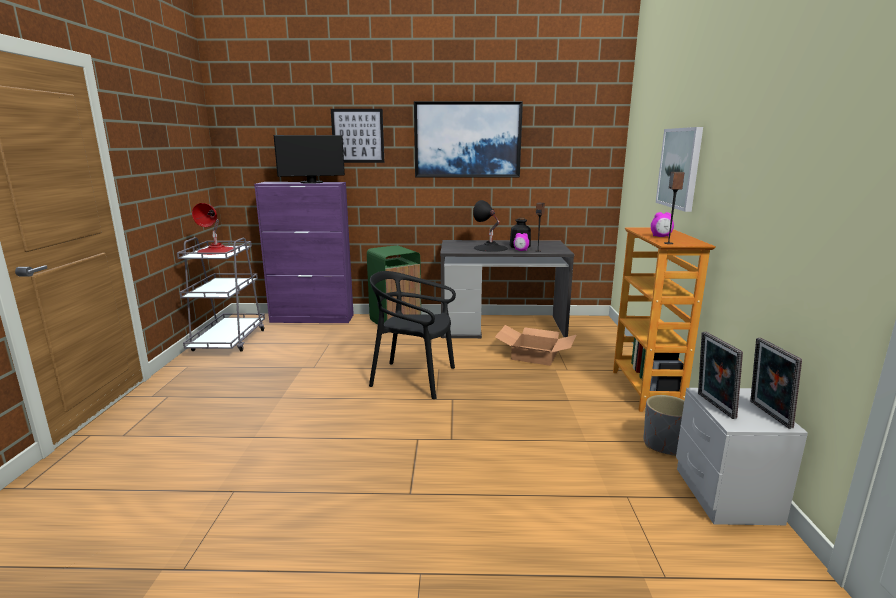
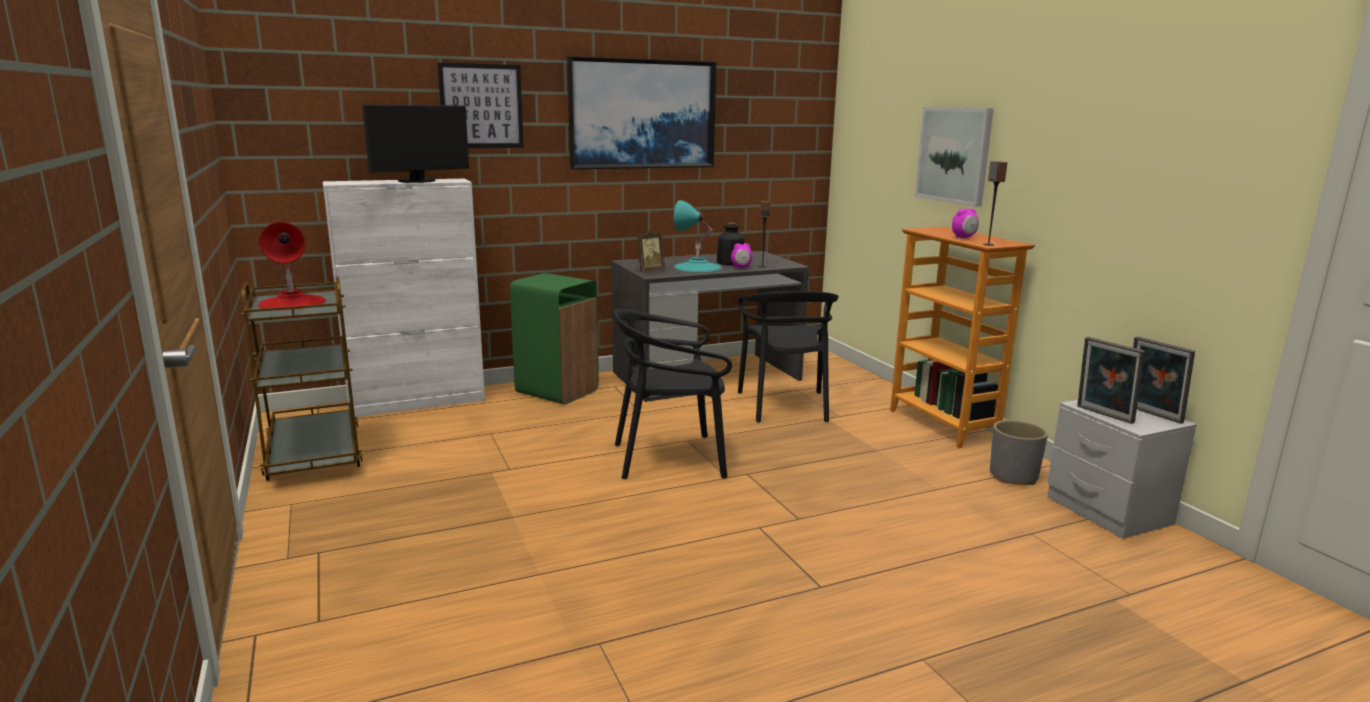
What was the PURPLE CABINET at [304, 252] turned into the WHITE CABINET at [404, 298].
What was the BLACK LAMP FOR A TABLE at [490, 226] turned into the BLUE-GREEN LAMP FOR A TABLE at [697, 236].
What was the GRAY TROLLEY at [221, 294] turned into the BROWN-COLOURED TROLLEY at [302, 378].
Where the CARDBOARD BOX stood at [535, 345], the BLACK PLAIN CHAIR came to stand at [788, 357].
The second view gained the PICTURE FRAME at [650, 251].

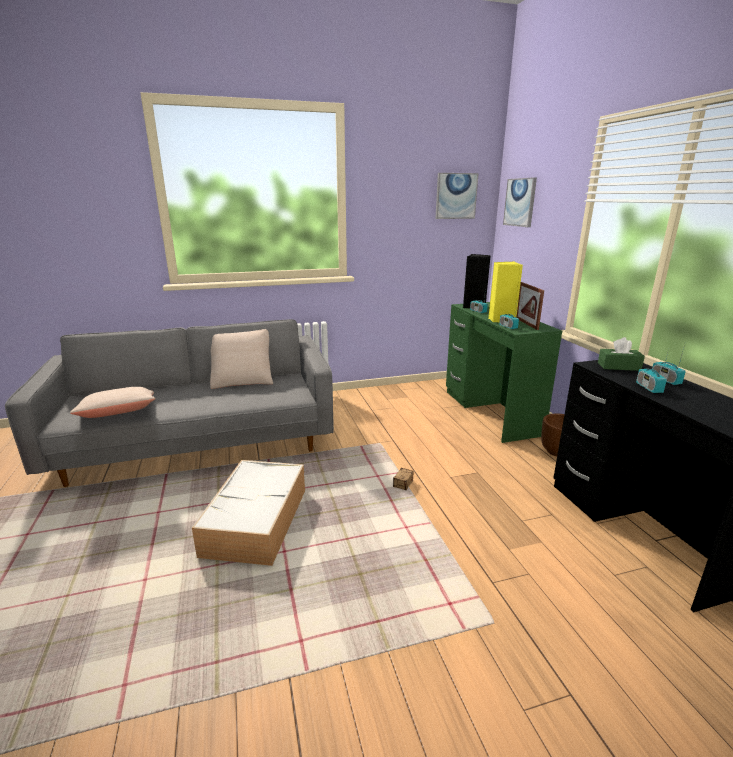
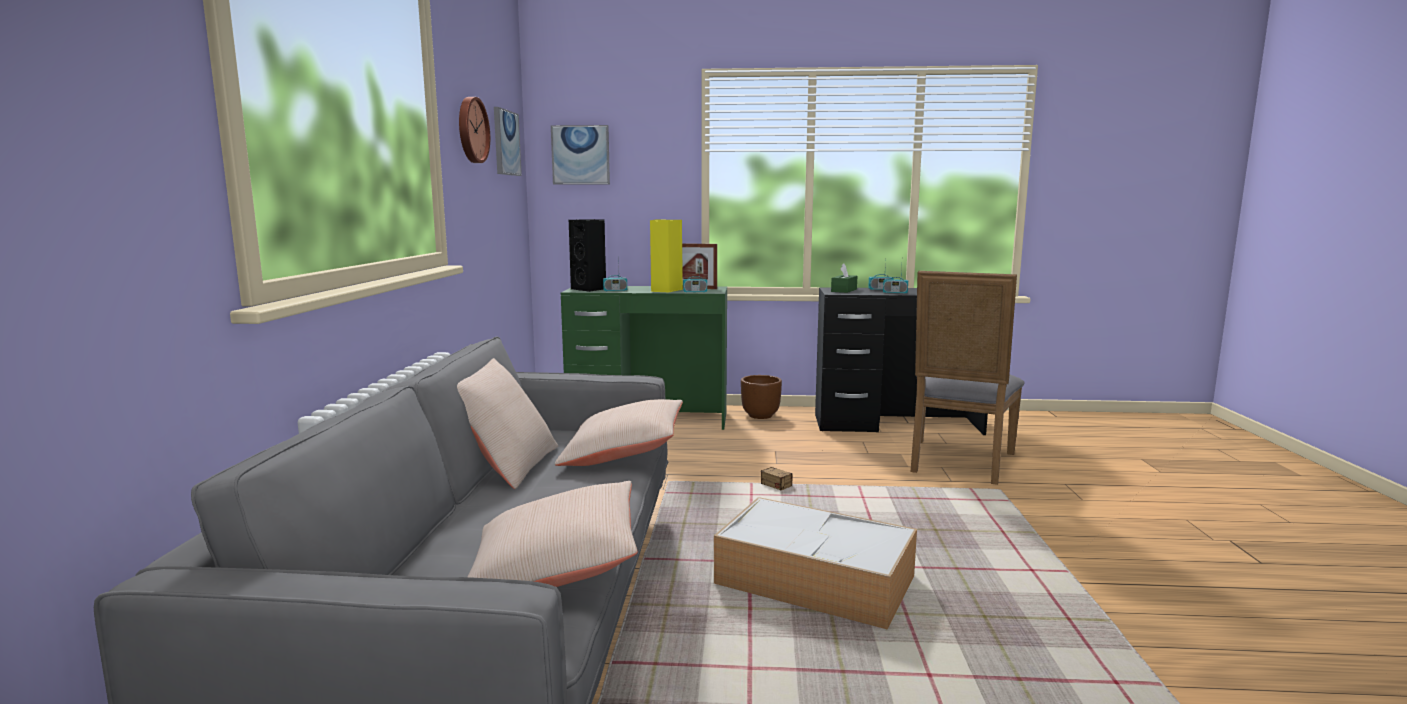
The second view gained the CLOCK ON THE WALL at [474, 130].
The second view gained the GRAY PLAIN CHAIR at [968, 378].
The second view gained the BEIGE CUSHION at [619, 432].

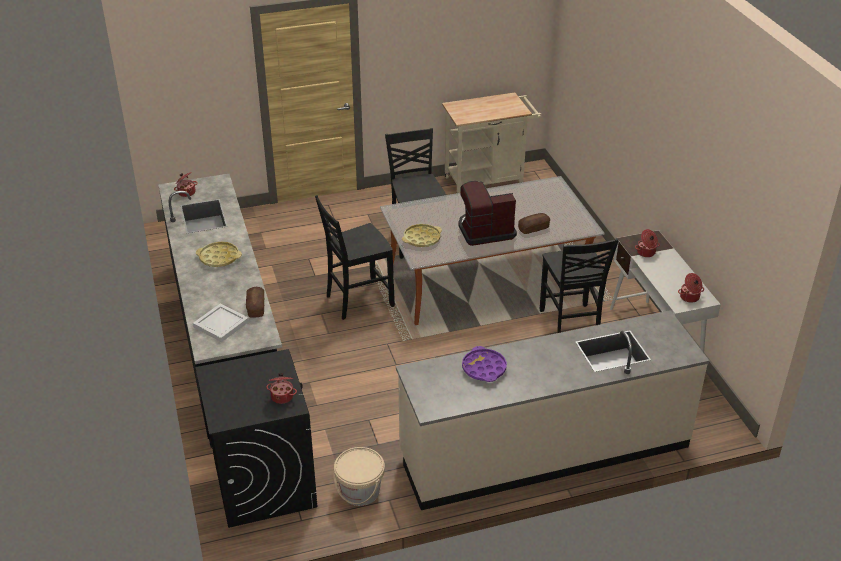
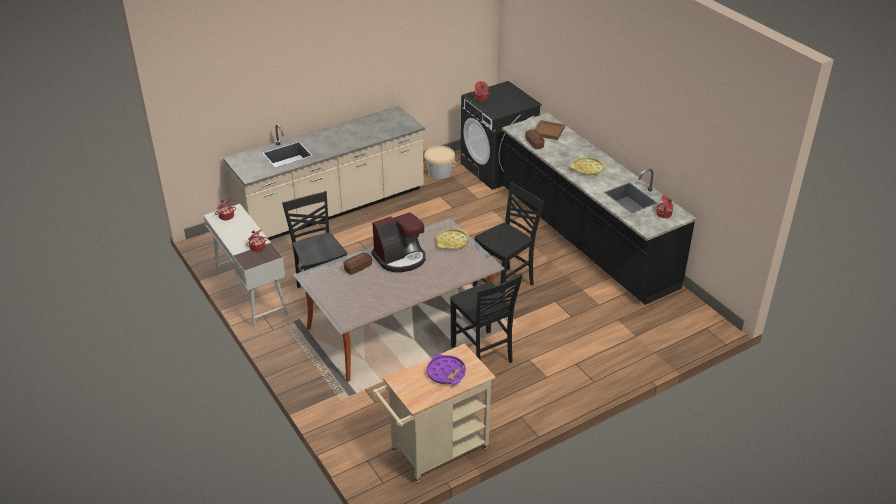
What was the WHITE CARRYING TRAY at [221, 322] turned into the BROWN-COLOURED CARRYING TRAY at [549, 130].
The PURPLE CARRYING TRAY ended up elsewhere, having gone from [484, 364] to [446, 369].

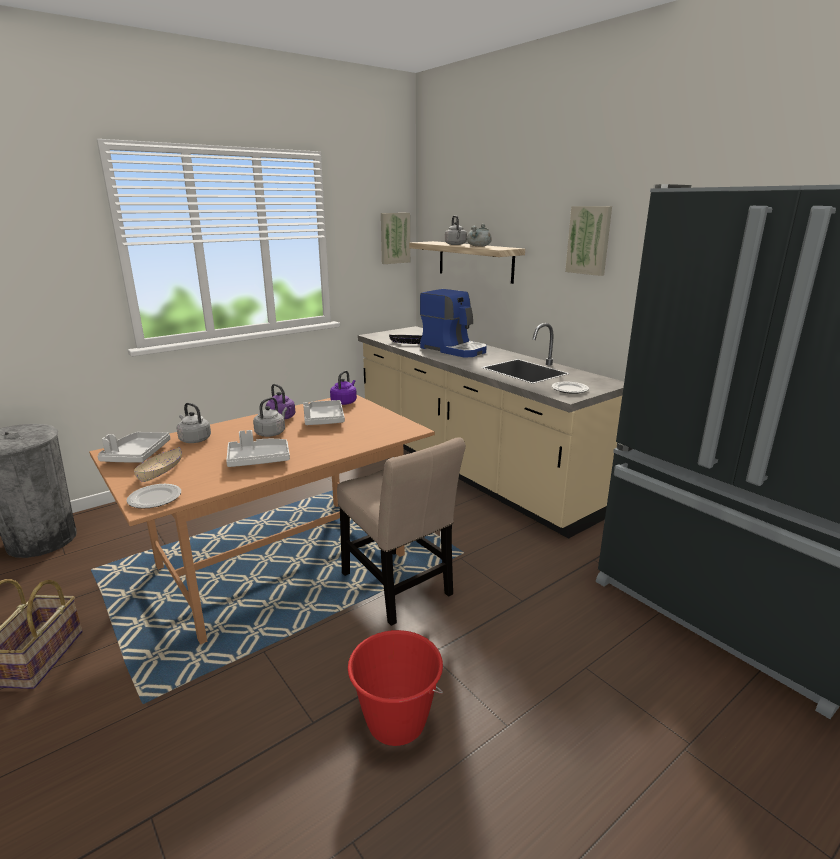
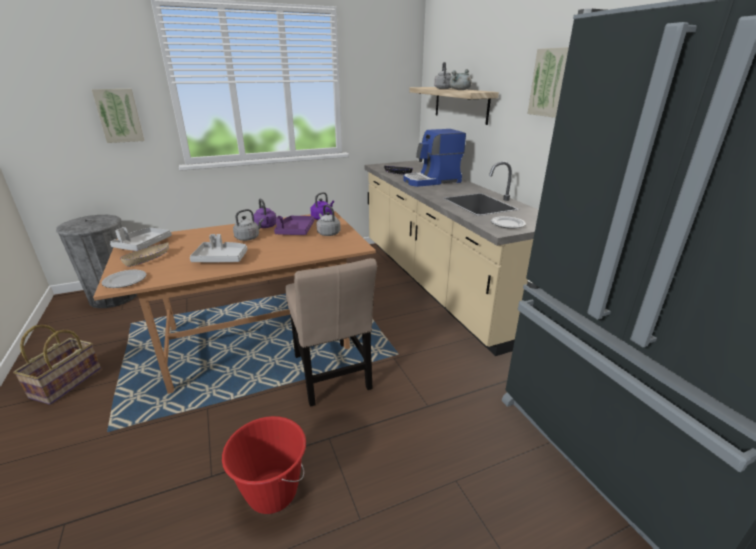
The WALL ART ended up elsewhere, having gone from [395, 238] to [118, 116].
The COFFEE MAKER at [453, 323] ended up facing another way, 105 degrees clockwise from before.
What was the GRAY CARRYING TRAY at [324, 412] turned into the PURPLE CARRYING TRAY at [294, 225].
The GRAY TEA KETTLE ended up elsewhere, having gone from [194, 423] to [328, 220].

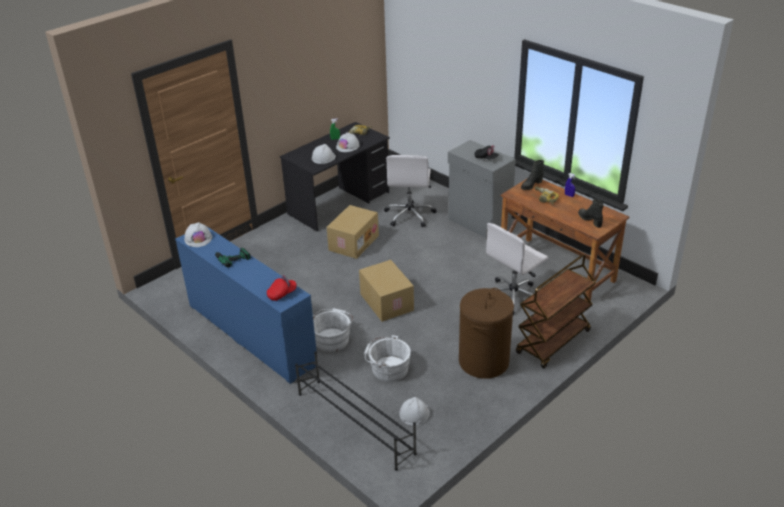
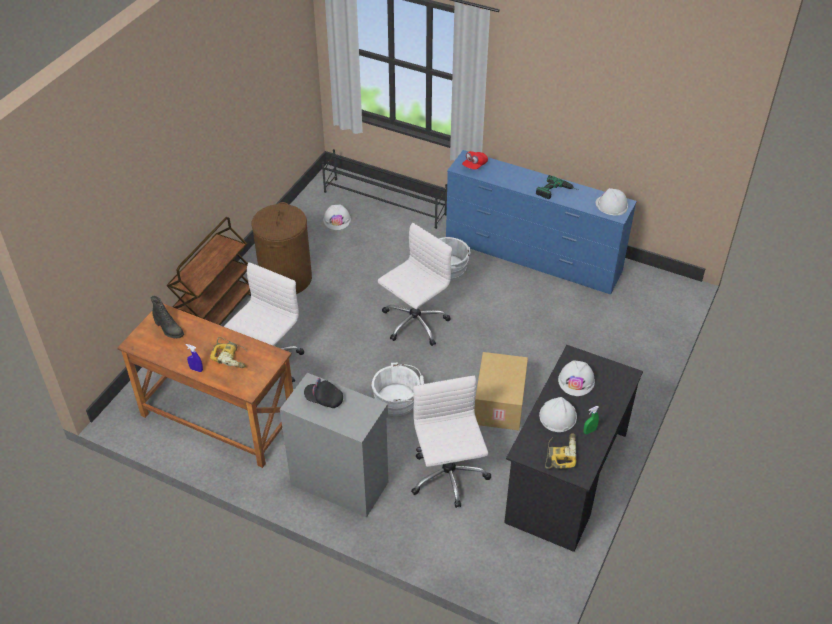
The second view lost the BLACK HIGH-TOP BOOT at [532, 175].
Where the CARDBOARD BOX stood at [386, 291], the WHITE COMPUTER CHAIR came to stand at [415, 284].
The WHITE WATER BUCKET ended up elsewhere, having gone from [387, 358] to [398, 389].

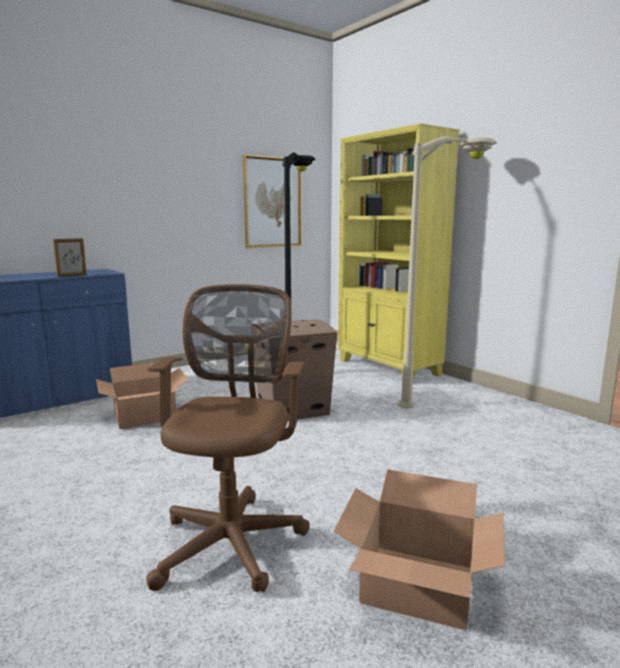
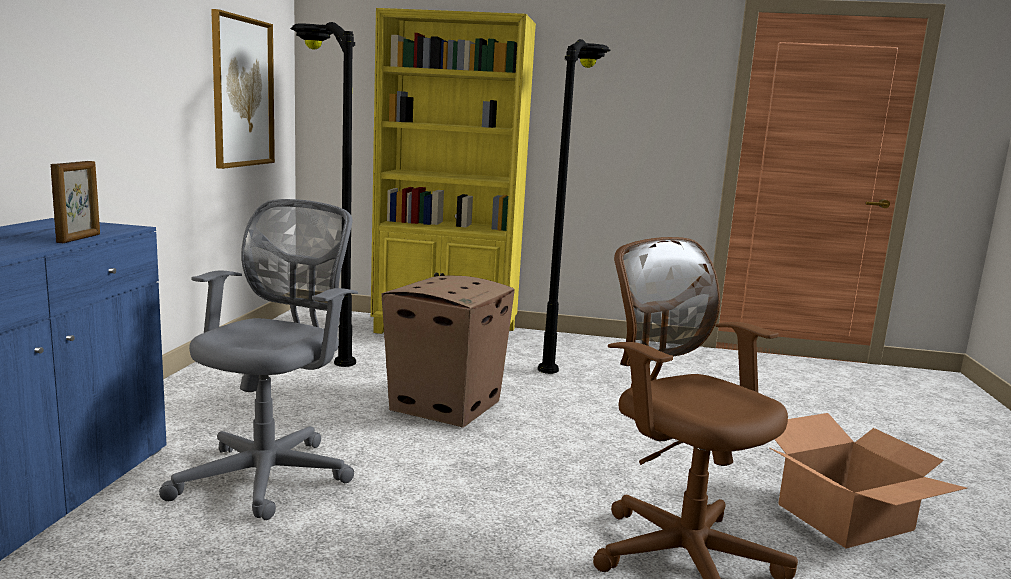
What was the BEIGE FLOOR LAMP at [447, 272] turned into the BLACK FLOOR LAMP at [574, 206].
Where the CARDBOARD BOX stood at [142, 396], the GRAY COMPUTER CHAIR came to stand at [258, 359].

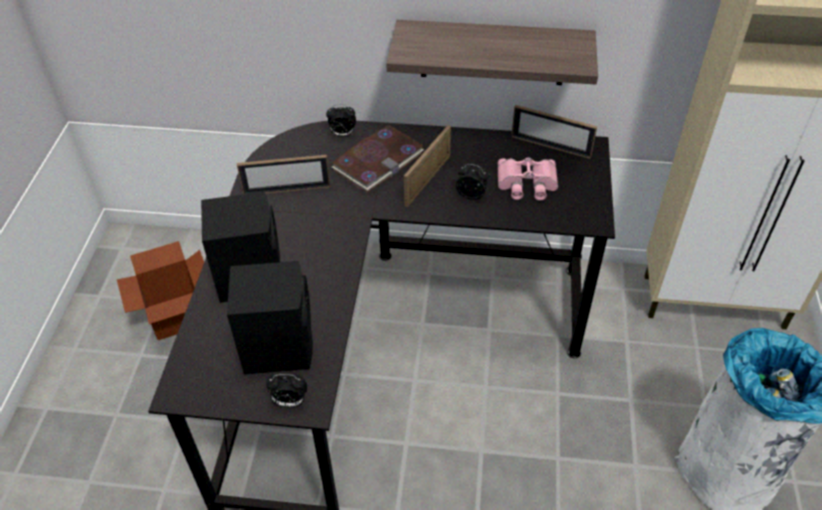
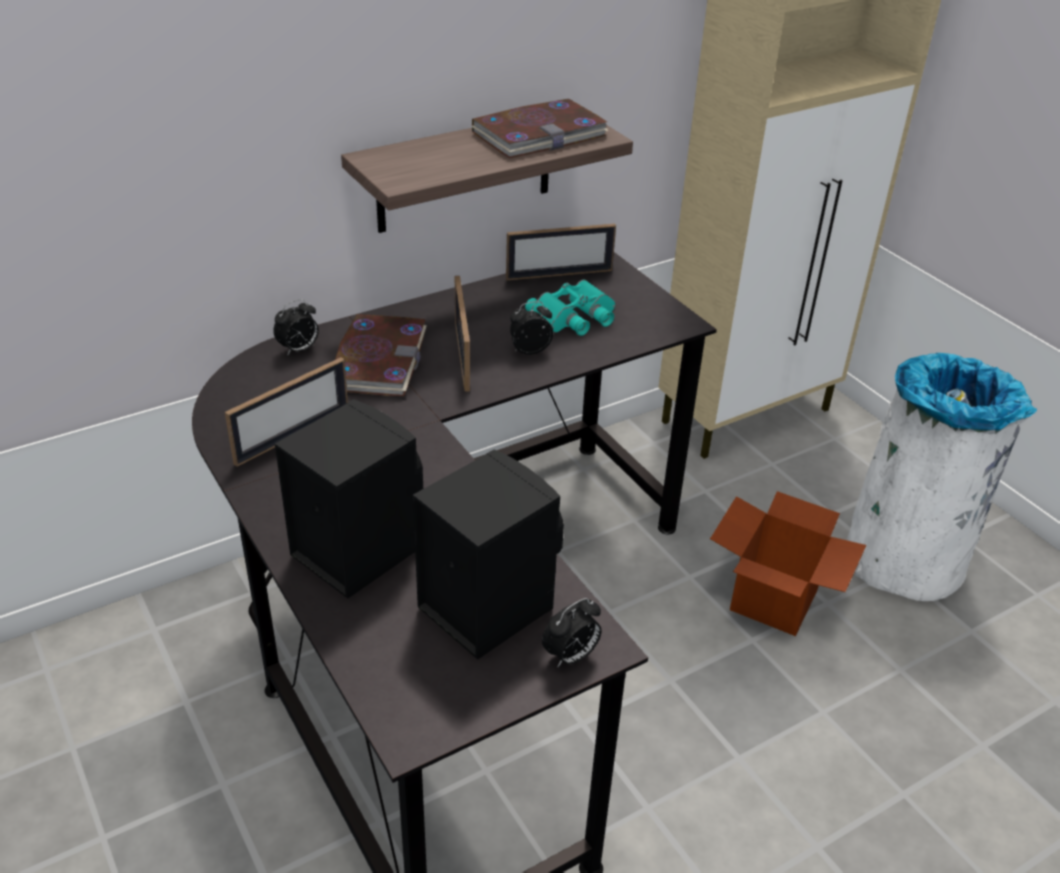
What was the PINKISH PAIR OF BINOCULARS at [527, 179] turned into the BLUE-GREEN PAIR OF BINOCULARS at [570, 307].
The CARDBOARD BOX ended up elsewhere, having gone from [160, 290] to [788, 563].
The second view gained the BOOK at [540, 128].

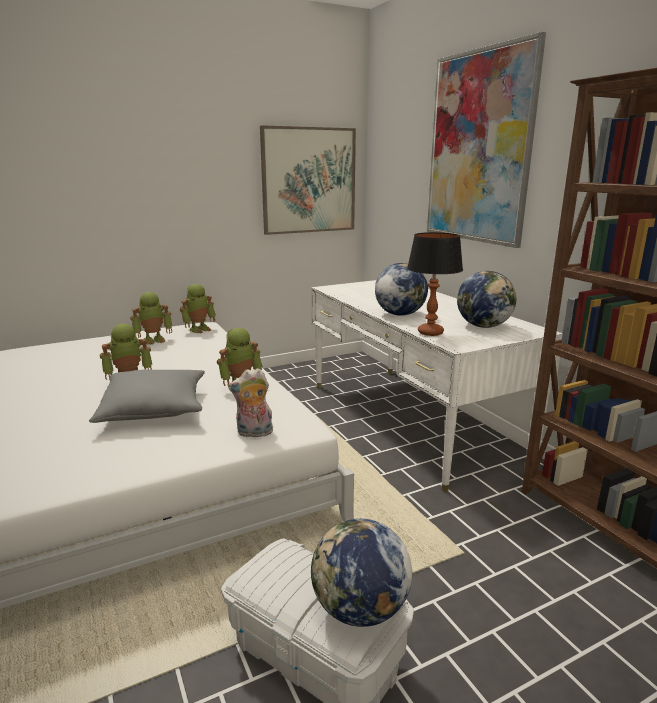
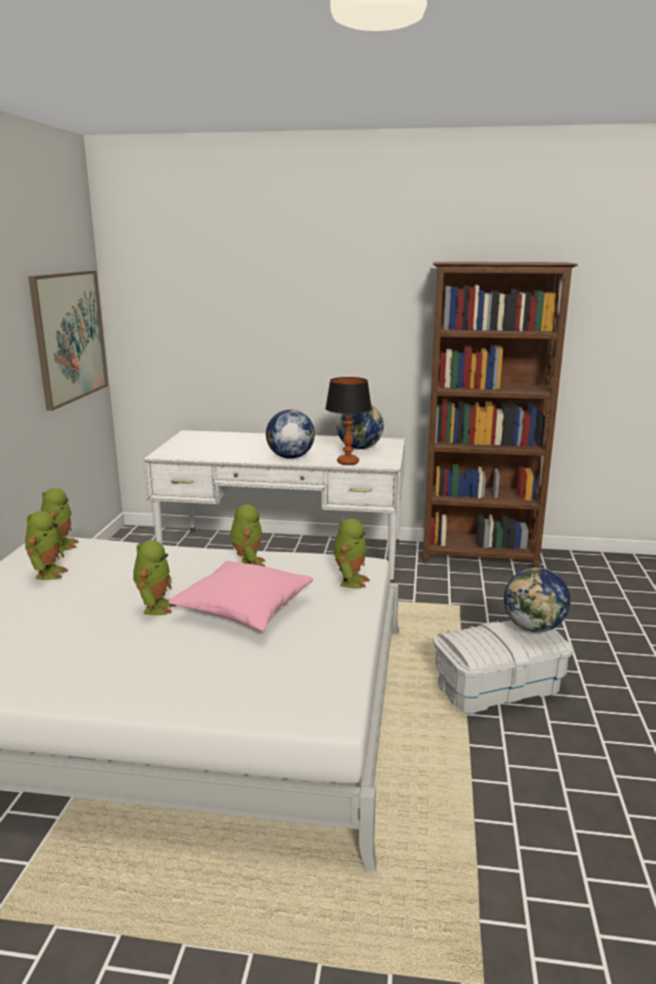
The second view lost the WALL ART at [486, 140].
Where the PLUSH TOY stood at [251, 403], the TOY ROBOT came to stand at [351, 553].
What was the GRAY CUSHION at [147, 396] turned into the PINKISH CUSHION at [240, 596].

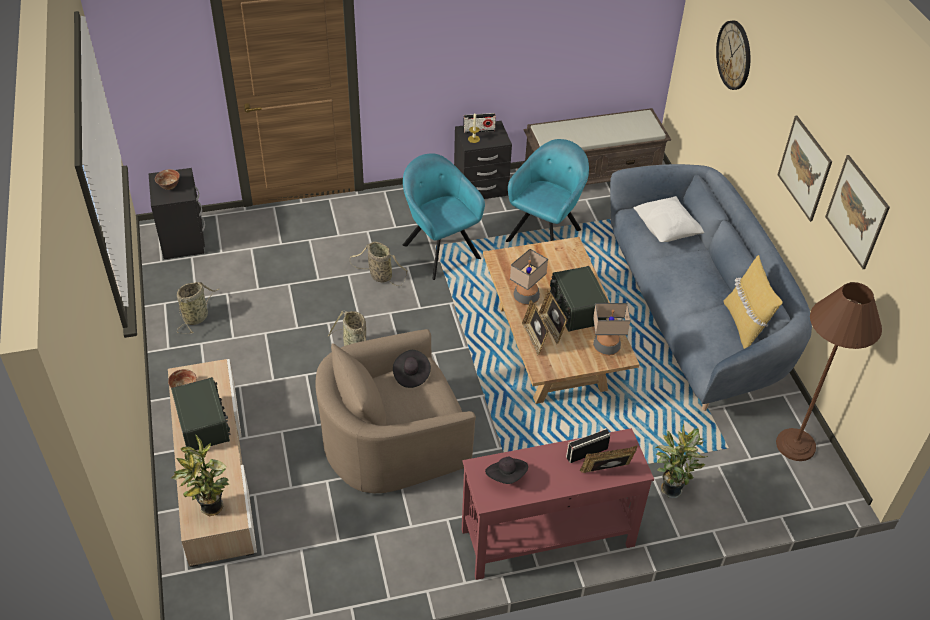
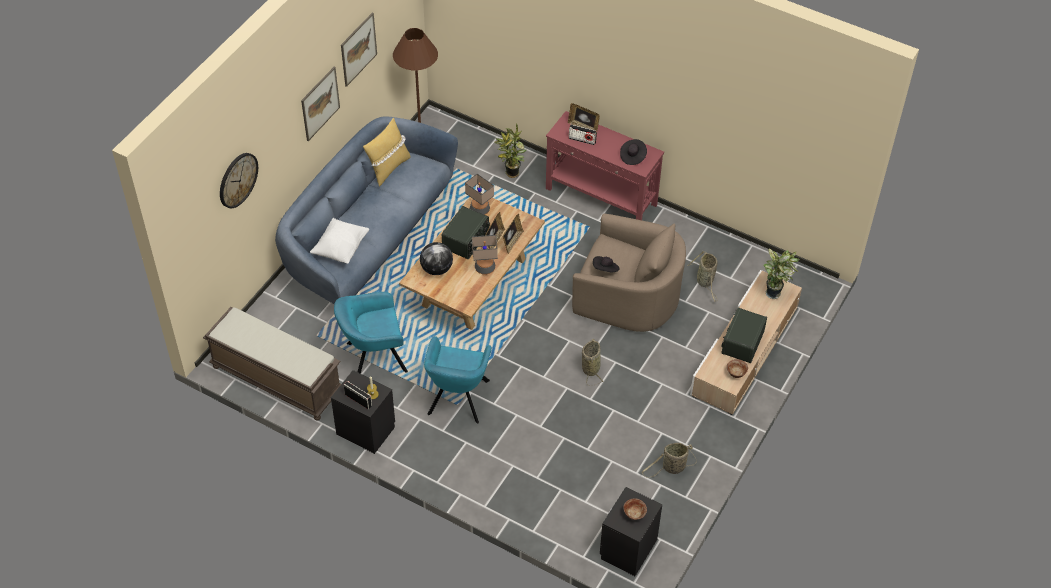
The HOUSEHOLD BASKET ended up elsewhere, having gone from [378, 264] to [703, 276].
The second view gained the DESK GLOBE at [436, 258].

